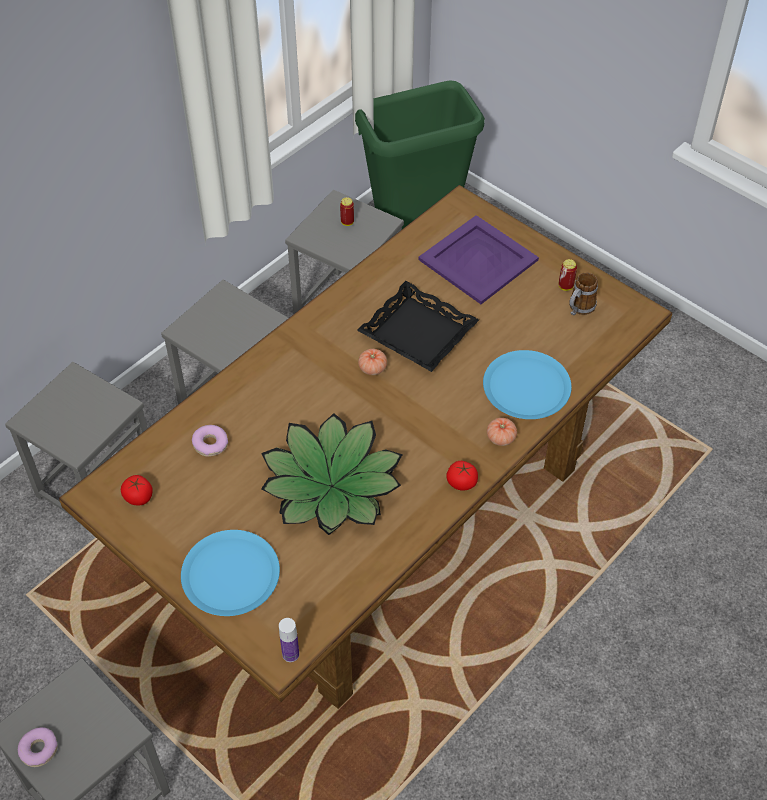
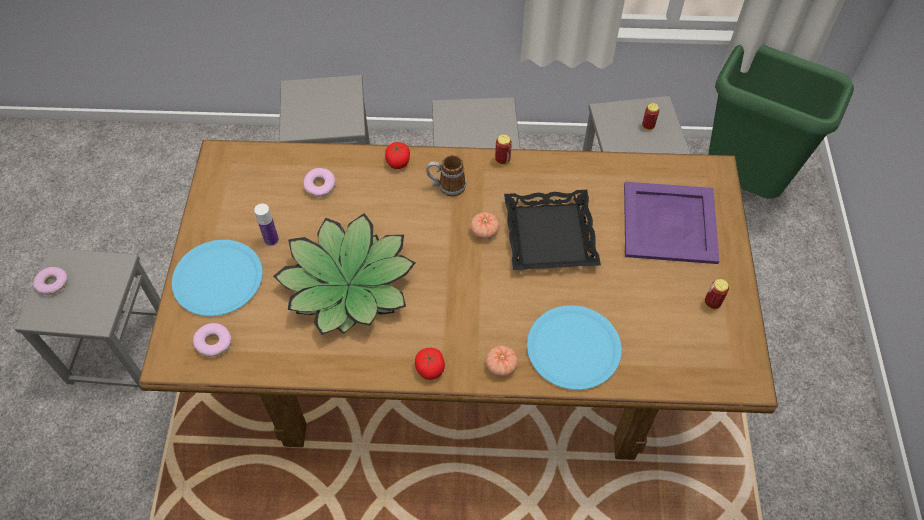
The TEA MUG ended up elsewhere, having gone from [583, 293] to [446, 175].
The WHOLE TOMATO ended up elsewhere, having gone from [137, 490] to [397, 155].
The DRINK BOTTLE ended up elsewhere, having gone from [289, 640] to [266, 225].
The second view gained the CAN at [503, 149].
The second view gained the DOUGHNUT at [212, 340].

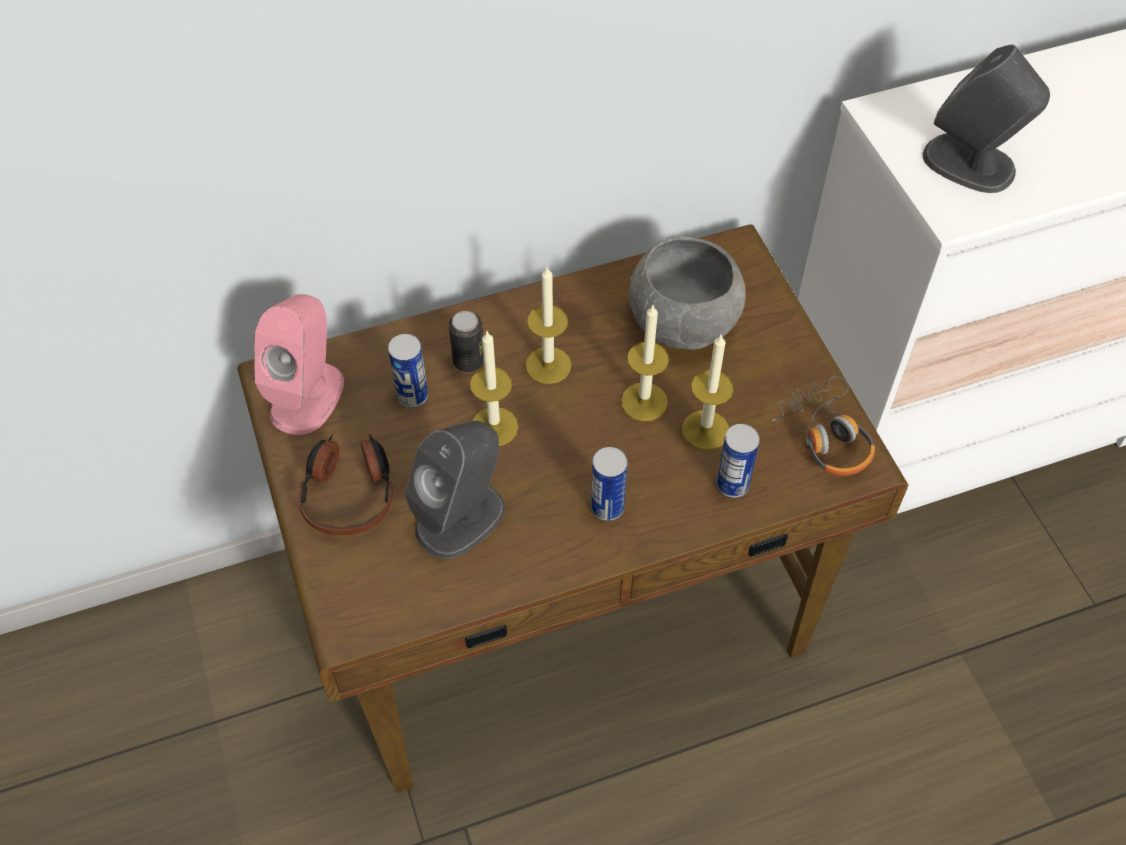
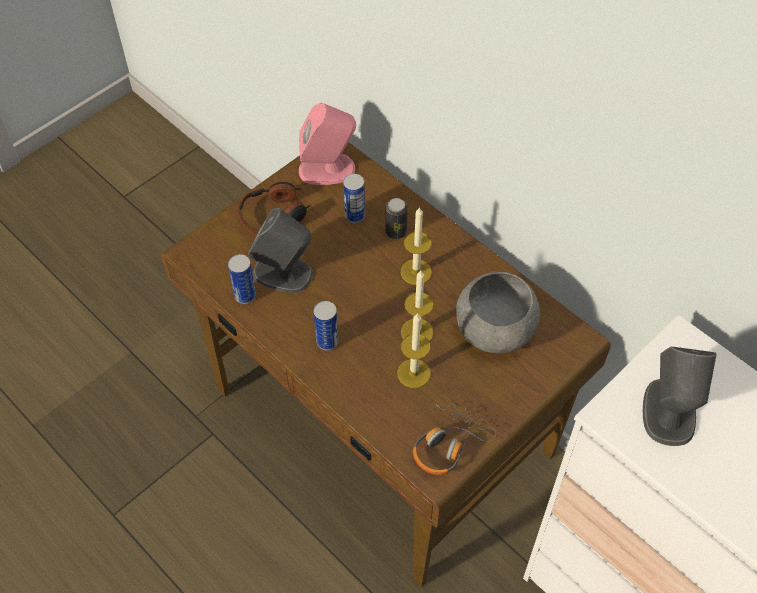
The second view lost the WAX CANDLE at [494, 388].
The CAN ended up elsewhere, having gone from [738, 461] to [242, 279].

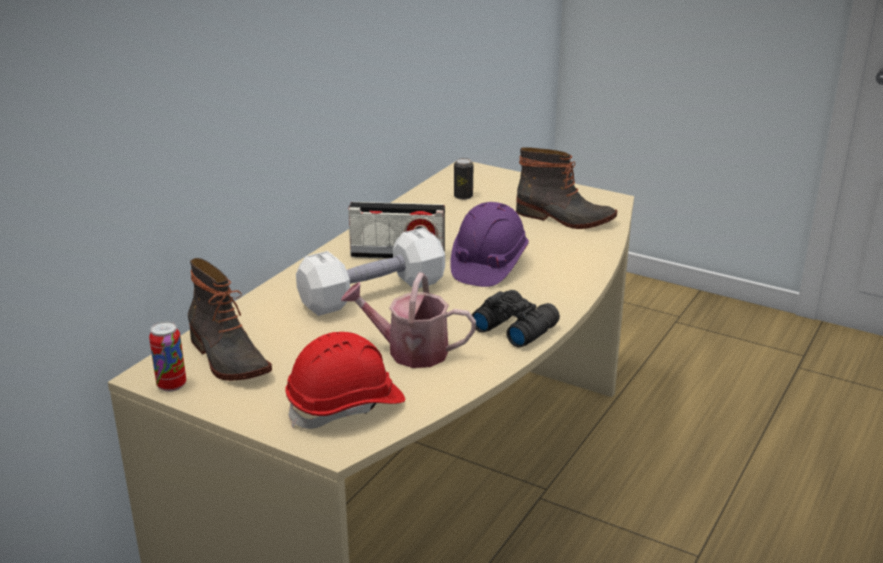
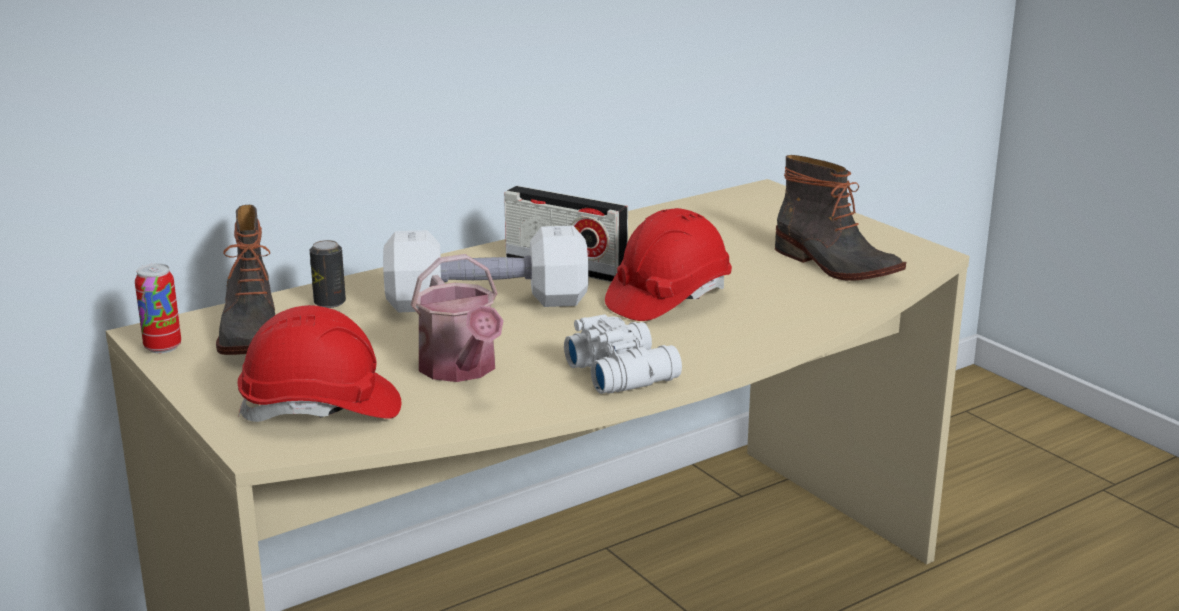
The CAN ended up elsewhere, having gone from [463, 179] to [328, 274].
What was the PURPLE SAFETY HELMET at [489, 244] turned into the REDDISH SAFETY HELMET at [668, 264].
The SPRINKLING CAN at [408, 320] ended up facing another way, 150 degrees counterclockwise from before.
What was the BLACK PAIR OF BINOCULARS at [516, 318] turned into the WHITE PAIR OF BINOCULARS at [623, 354].

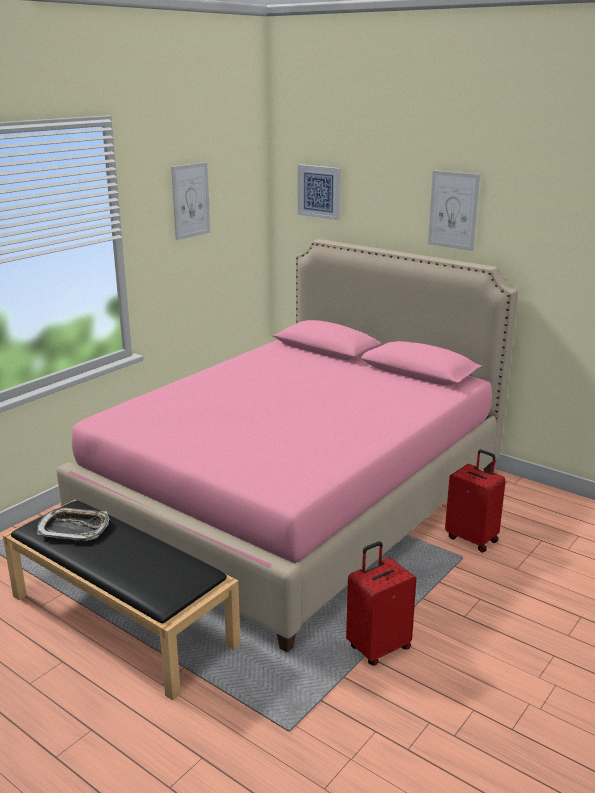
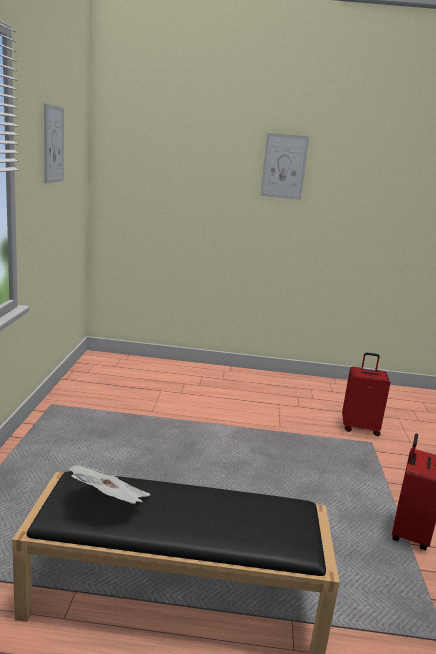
The second view lost the WALL ART at [319, 192].
The second view lost the PINKISH SLEEPING BED at [287, 446].
Where the CARRYING TRAY stood at [73, 524], the PRINTED PAPER came to stand at [109, 484].

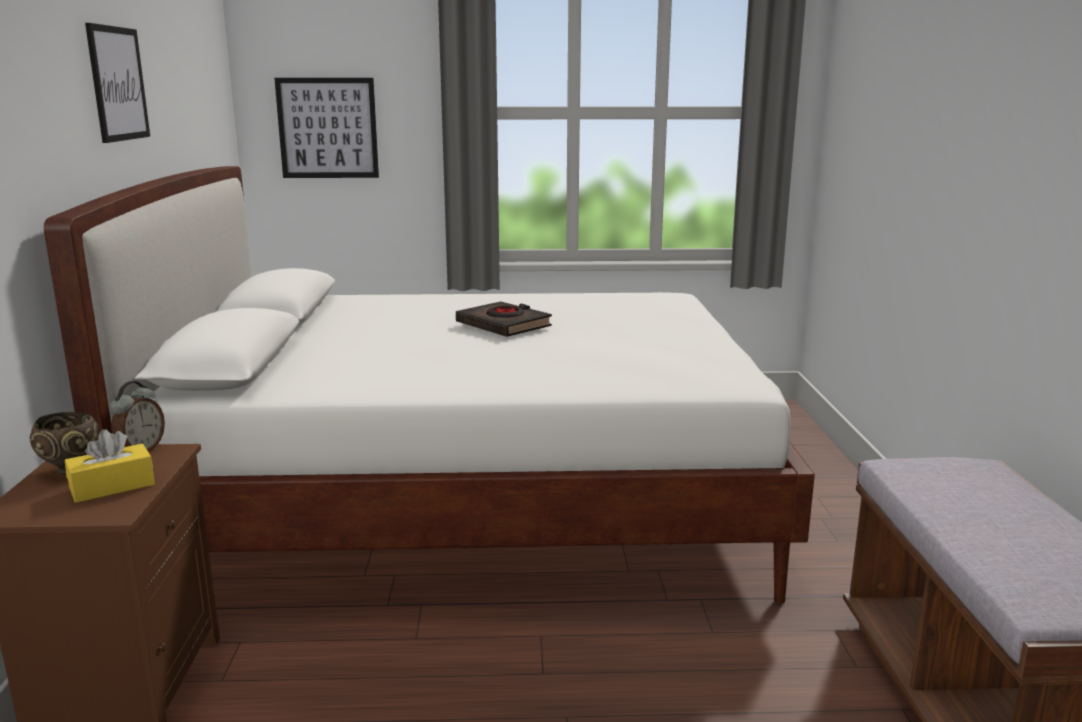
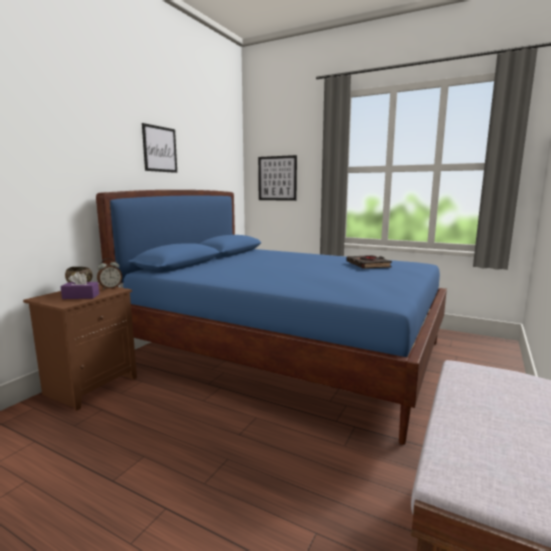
What was the WHITE SLEEPING BED at [429, 385] turned into the BLUE SLEEPING BED at [271, 317].
The BLACK BOOK ended up elsewhere, having gone from [504, 319] to [369, 262].
What was the YELLOW-COLOURED TISSUE BOX at [110, 466] turned into the PURPLE TISSUE BOX at [79, 285].

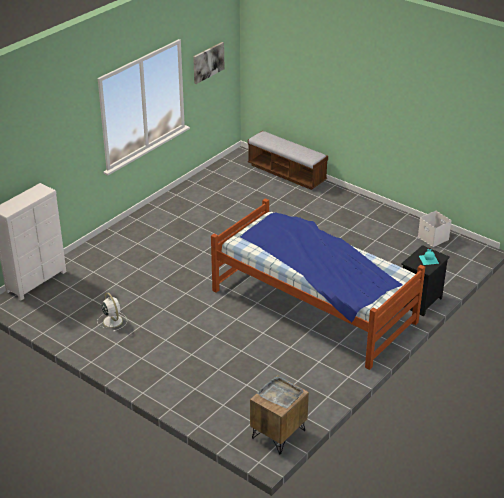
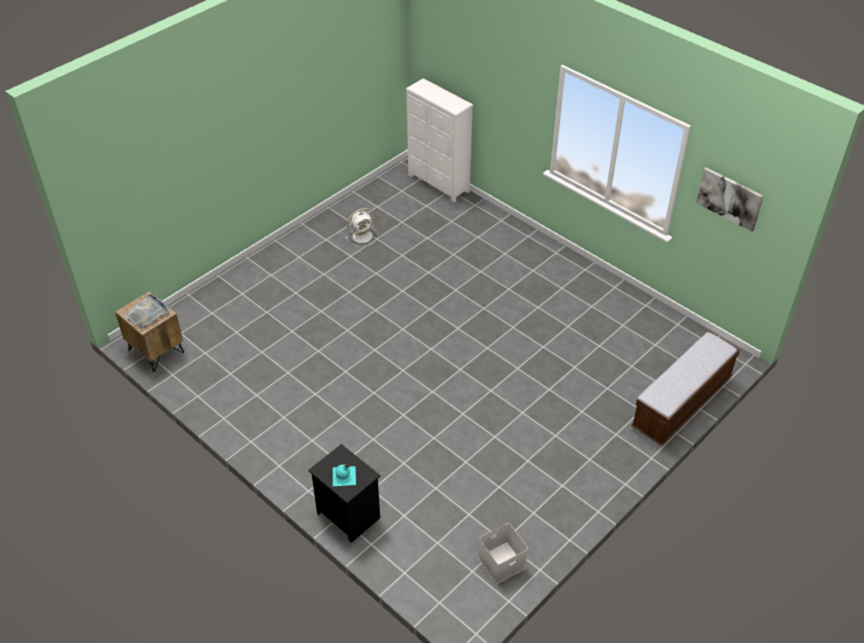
The second view lost the SLEEPING BED at [318, 284].

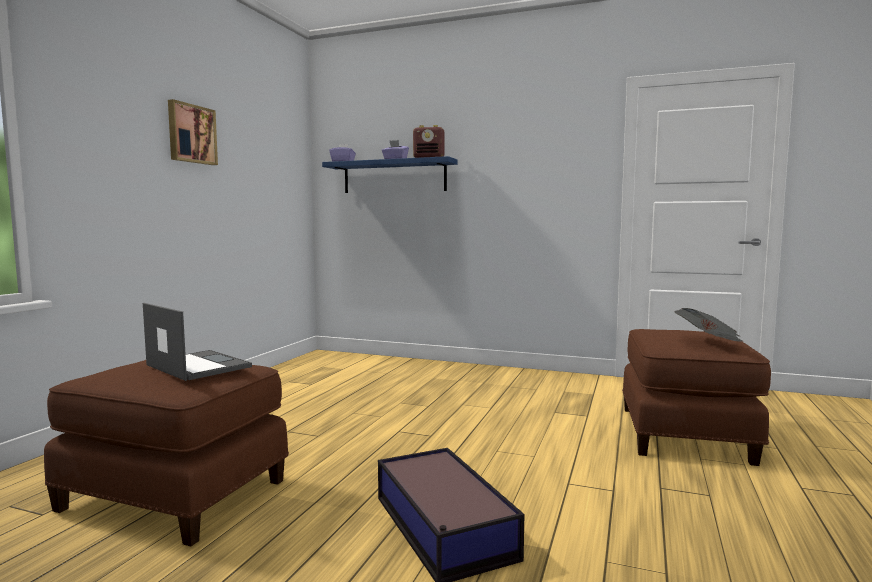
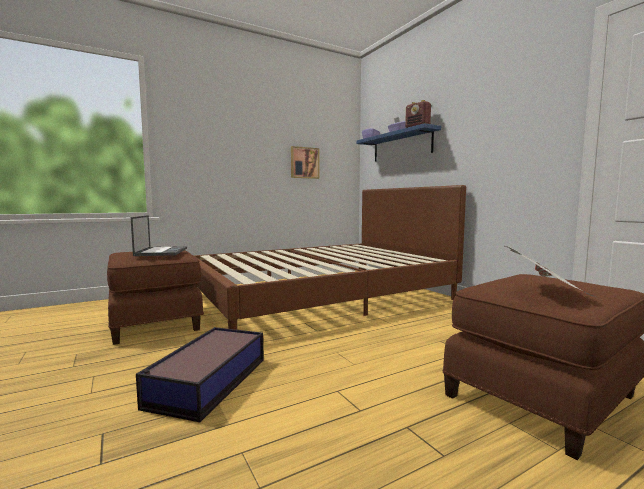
The WALL ART ended up elsewhere, having gone from [193, 132] to [305, 162].
The second view gained the BROWN-COLOURED SLEEPING BED at [329, 257].

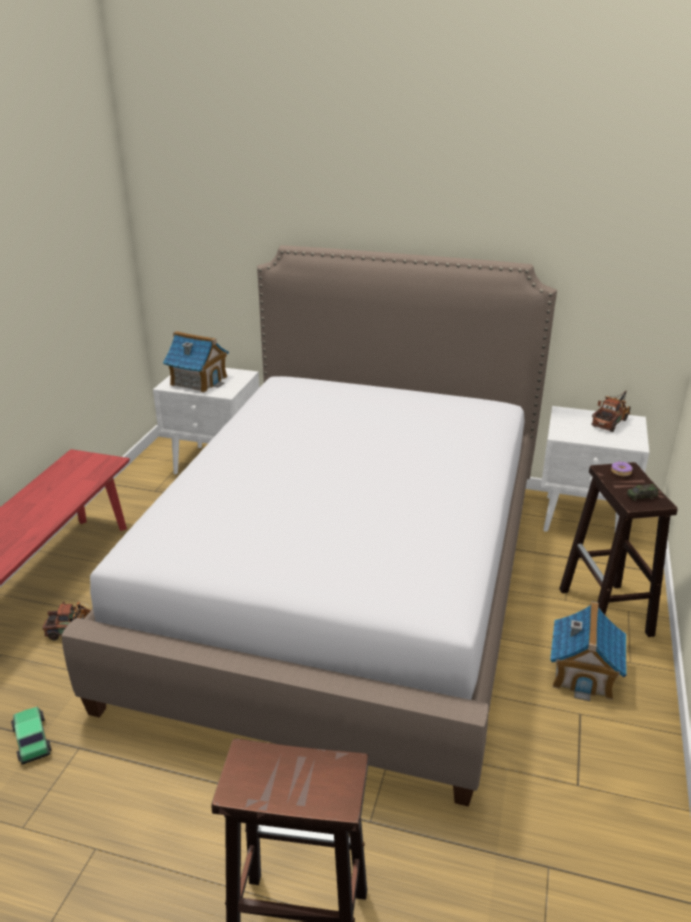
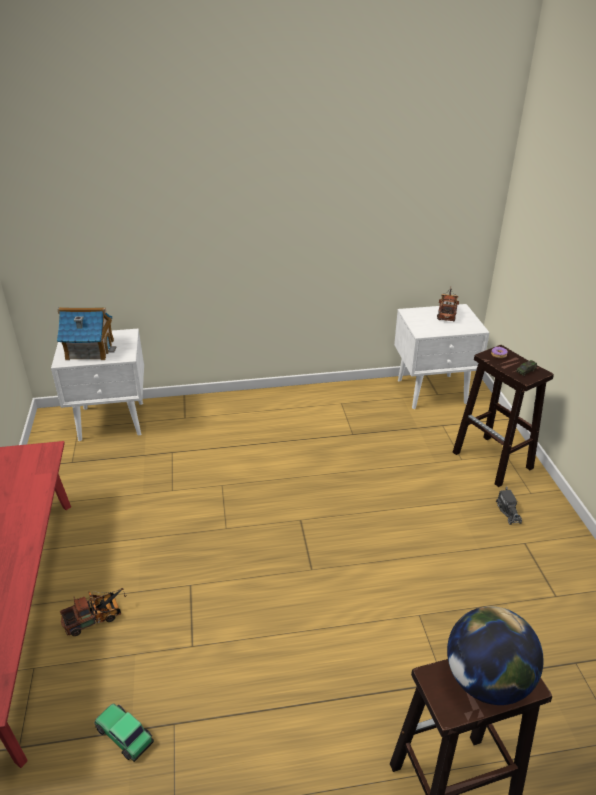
The second view lost the SLEEPING BED at [309, 526].
Where the TOY HOUSE stood at [588, 651], the TOY LORRY came to stand at [509, 505].
The second view gained the DESK GLOBE at [495, 655].

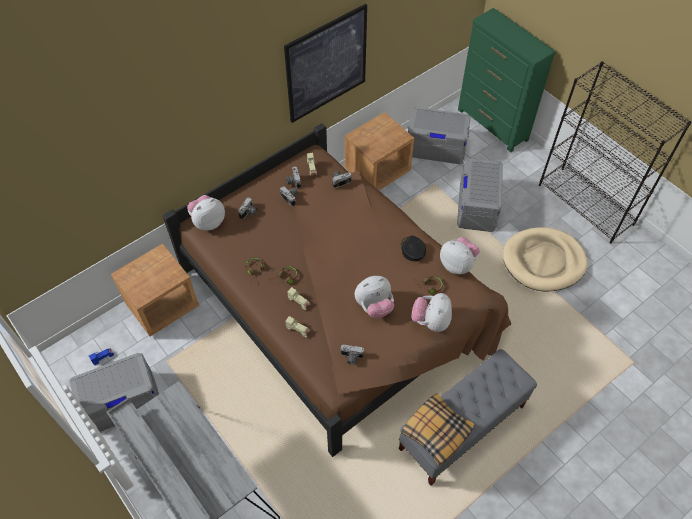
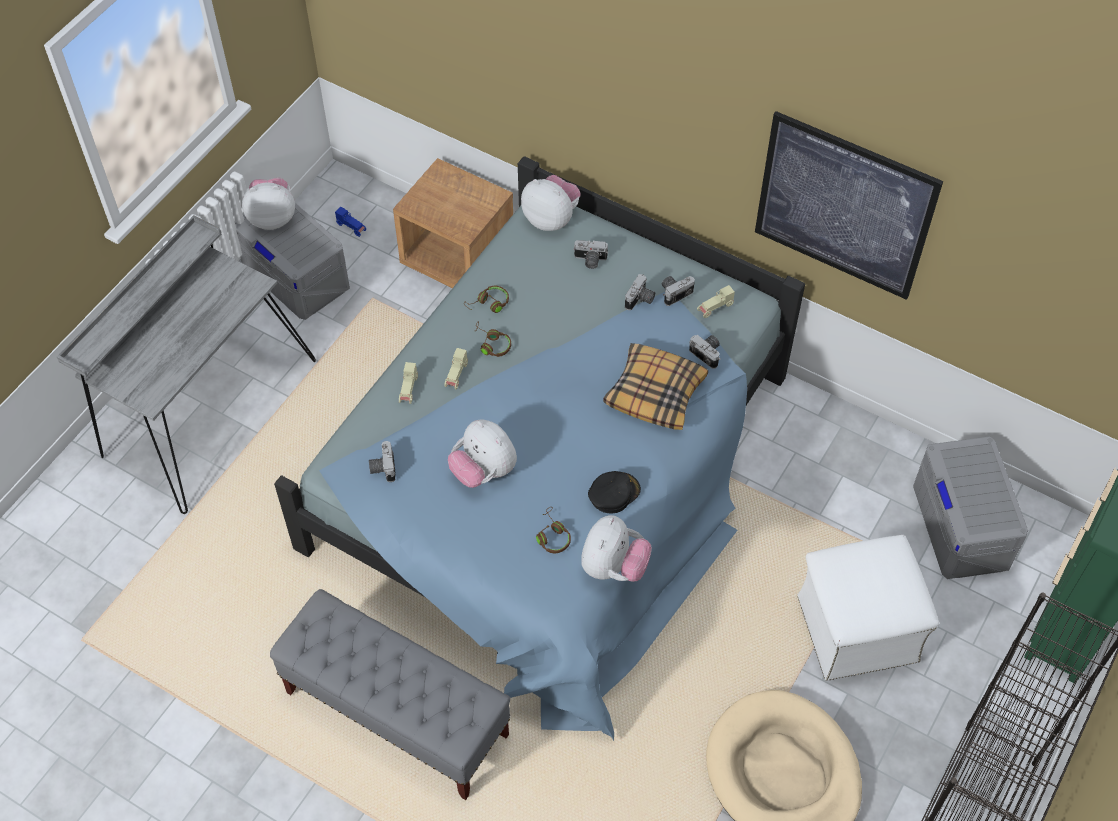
The second view lost the BROWN-COLOURED NIGHTSTAND at [379, 151].
What was the BROWN-COLOURED SLEEPING BED at [336, 290] turned into the BLUE SLEEPING BED at [539, 448].
Where the GRAY STORAGE BIN stood at [480, 195], the WHITE FOOTREST came to stand at [868, 608].
The PLUSH TOY ended up elsewhere, having gone from [431, 312] to [268, 204].
The CUSHION ended up elsewhere, having gone from [437, 429] to [655, 386].

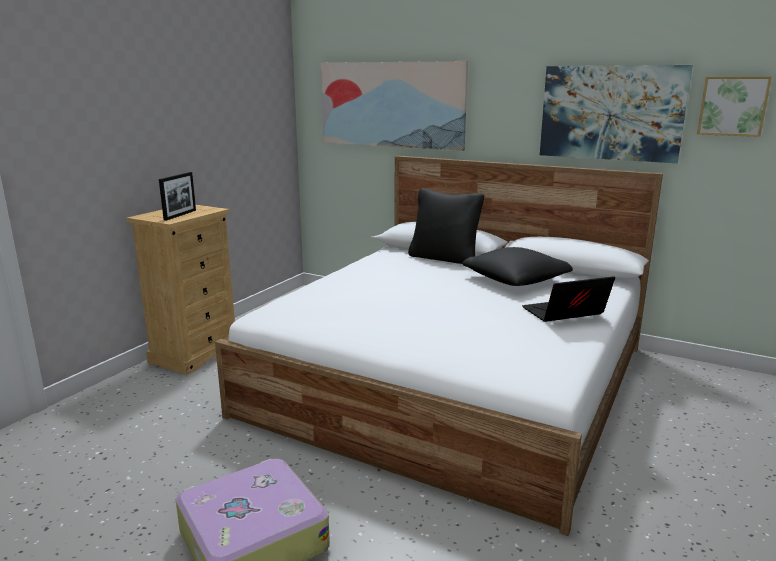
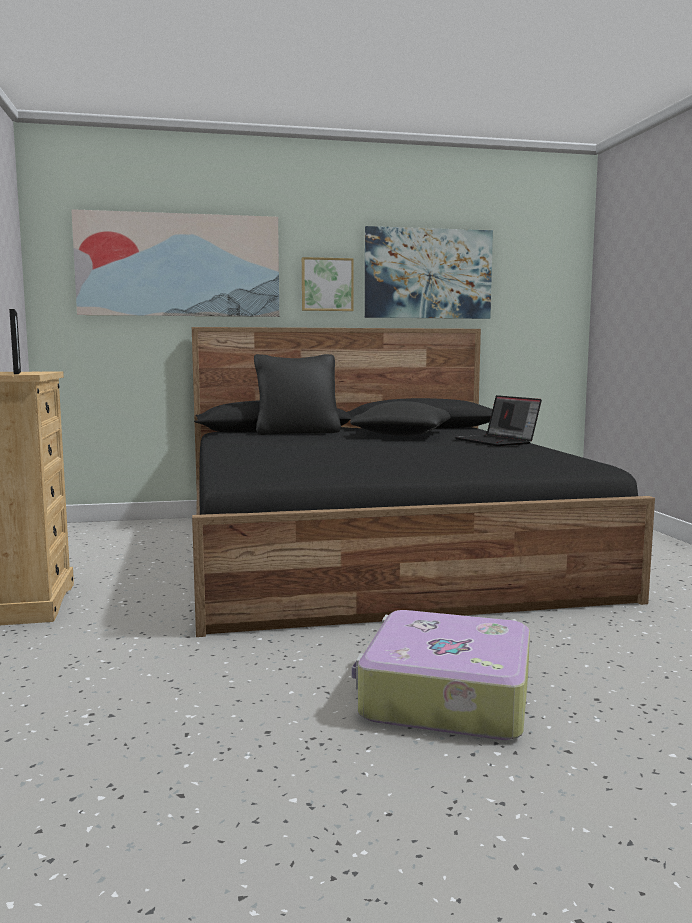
The WALL ART ended up elsewhere, having gone from [734, 107] to [328, 284].
What was the WHITE SLEEPING BED at [439, 346] turned into the BLACK SLEEPING BED at [423, 482].
The LAPTOP at [568, 299] ended up facing another way, 60 degrees counterclockwise from before.

